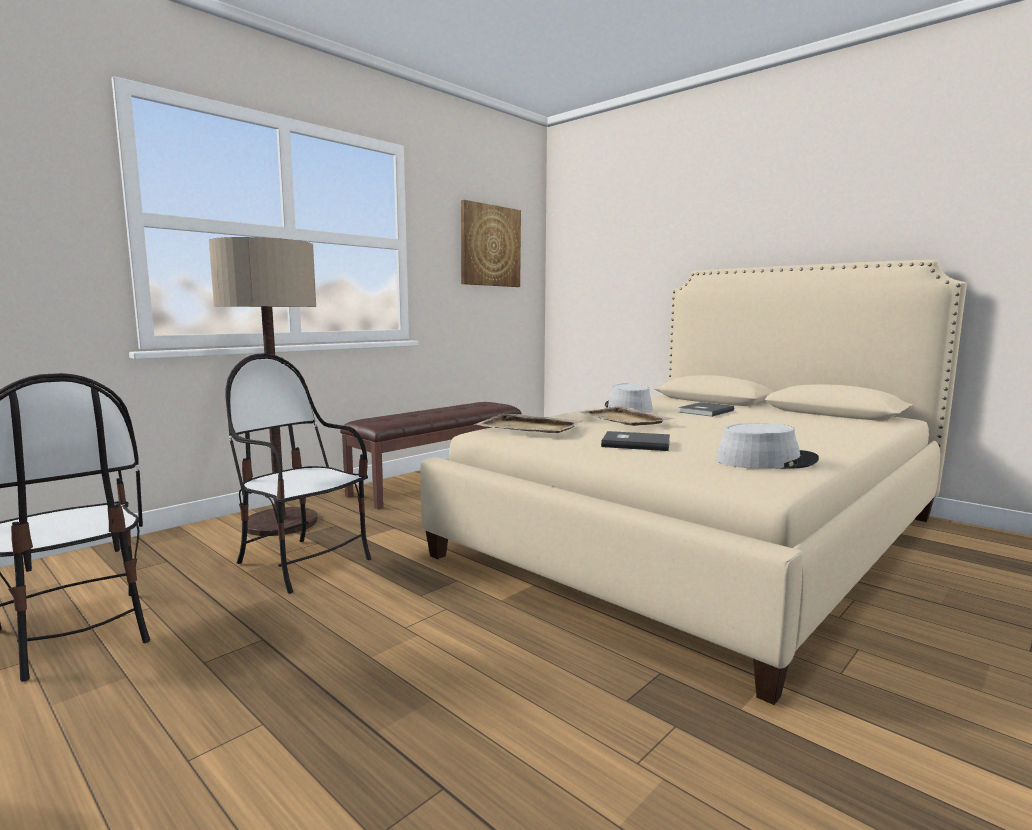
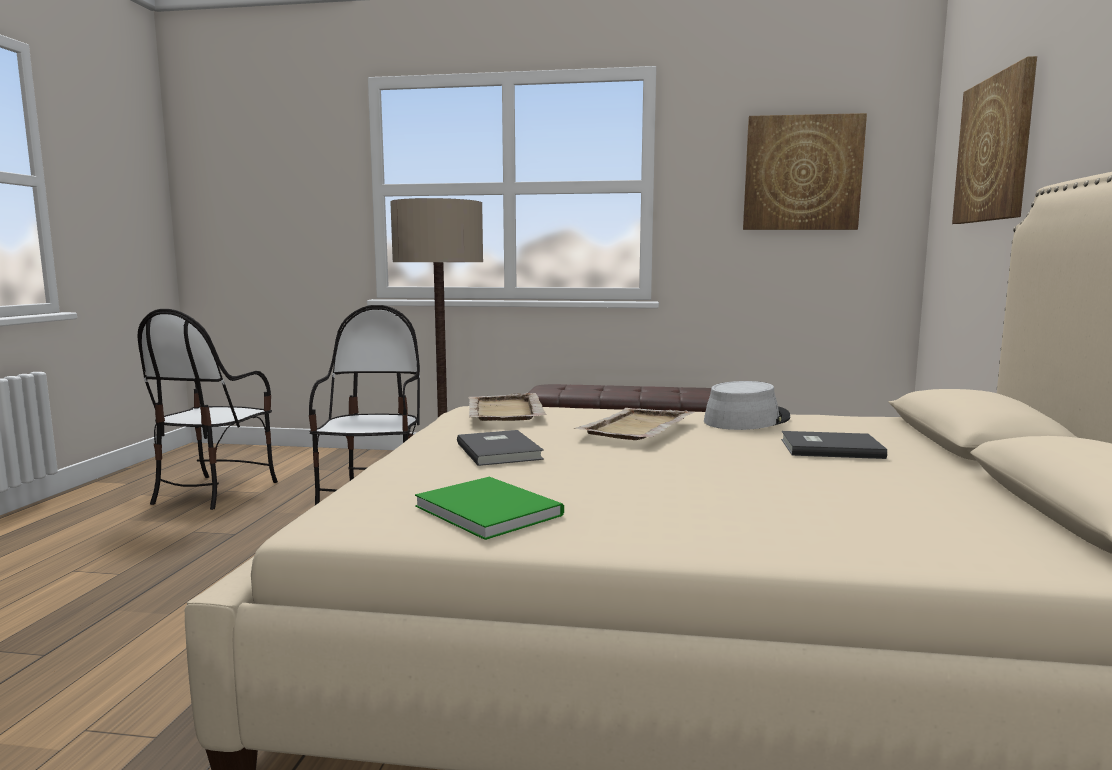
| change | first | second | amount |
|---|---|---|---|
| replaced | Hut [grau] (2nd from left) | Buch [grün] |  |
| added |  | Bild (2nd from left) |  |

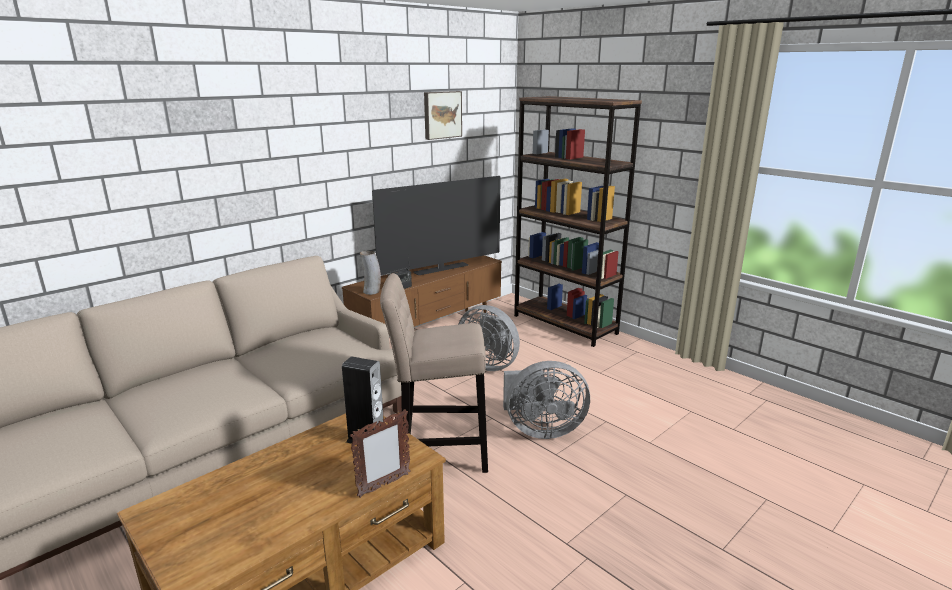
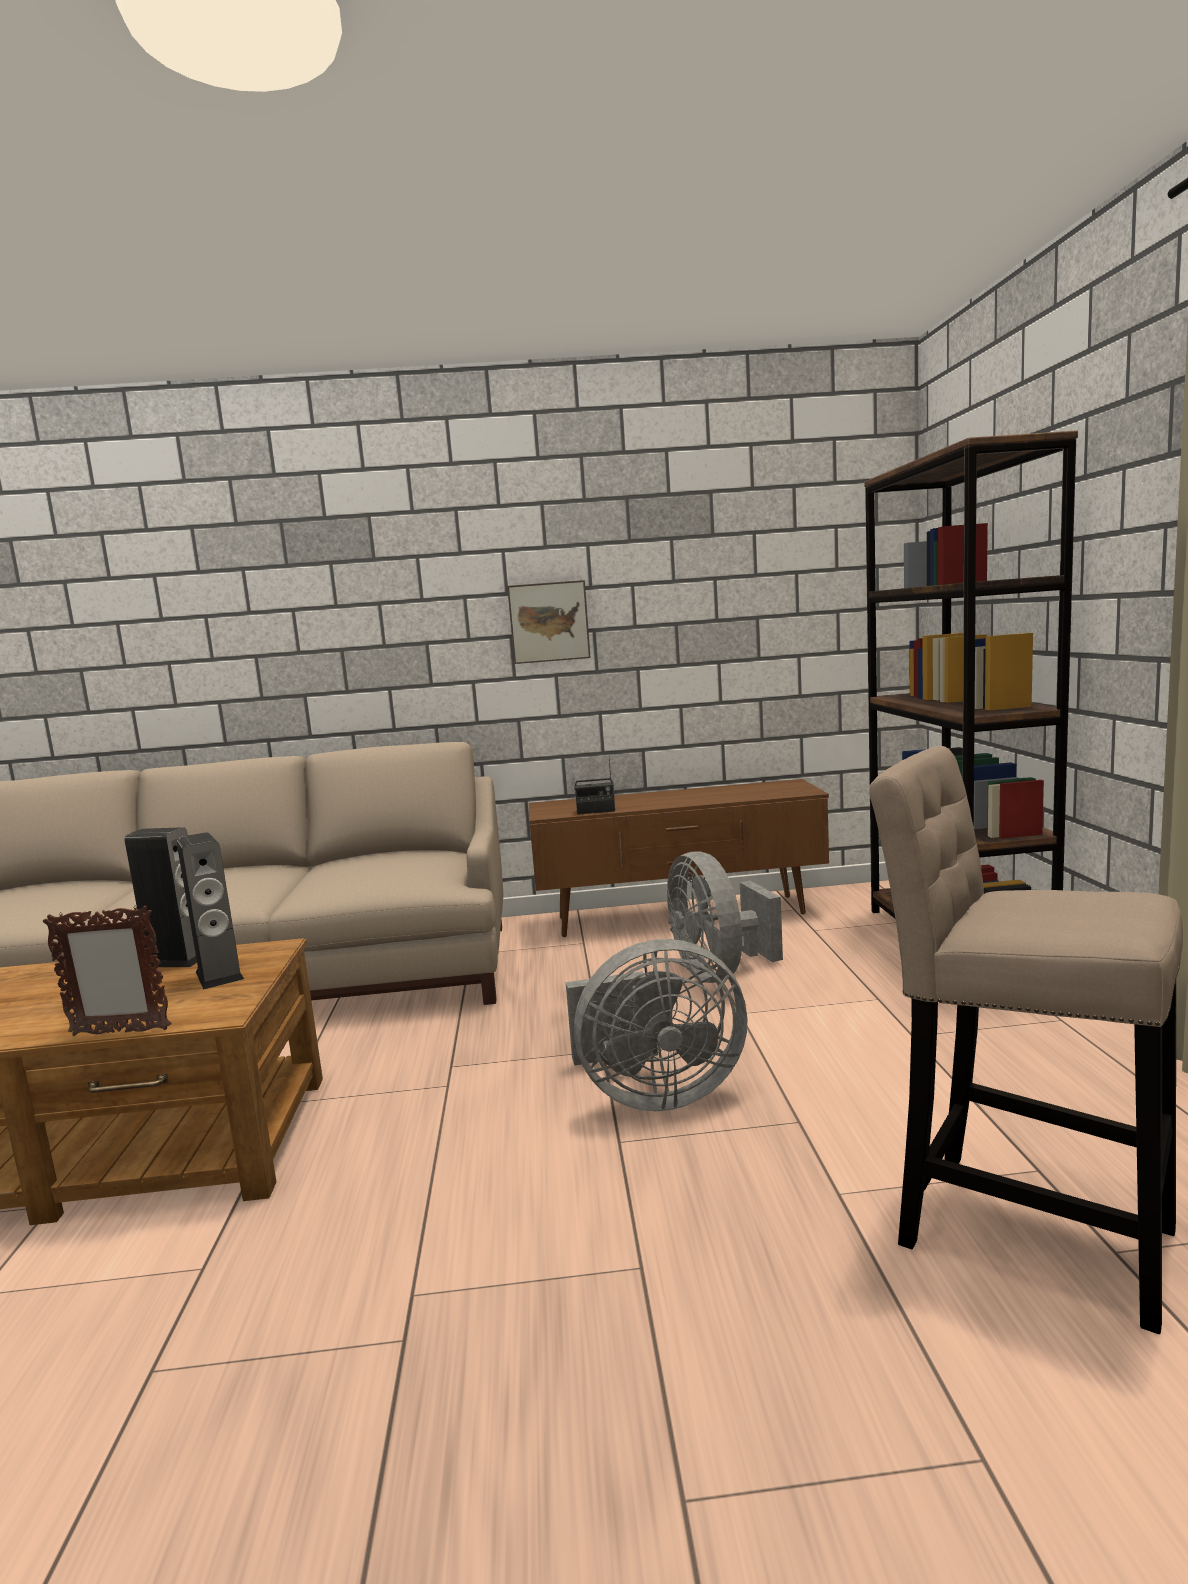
| change | first | second | amount |
|---|---|---|---|
| added |  | Lautsprecher (1st from left) |  |
| moved | Bild |  |  |
| turned | Ventilator [grau] (2nd from left in the first image) | Ventilator [grau] (1st from left) | 45 degrees counterclockwise |
| moved | Hocker [beige] |  |  |
| removed | Vase |  |  |
| removed | Fernseher |  |  |

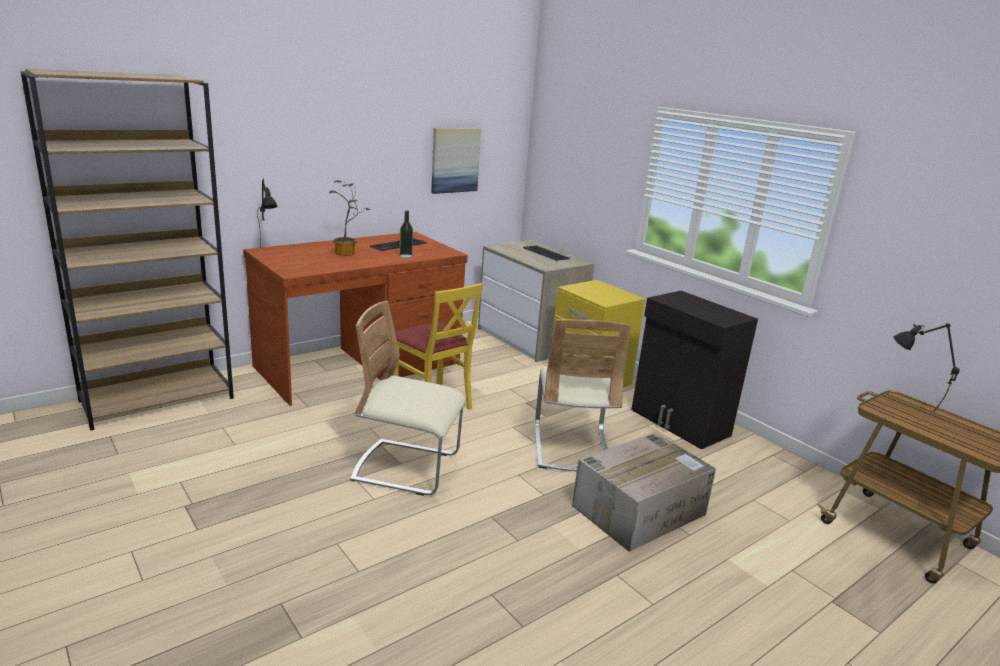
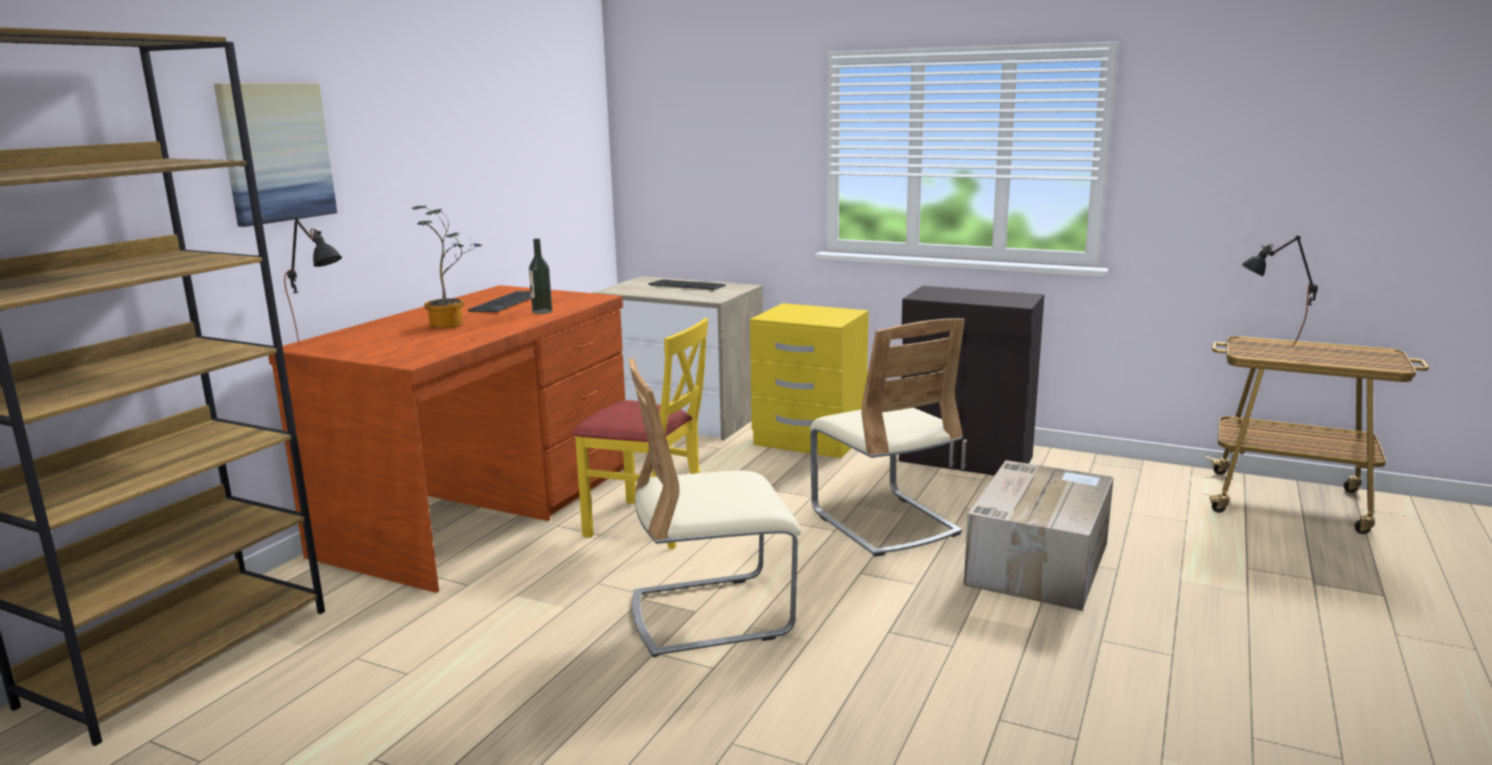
| change | first | second | amount |
|---|---|---|---|
| moved | Bild |  |  |

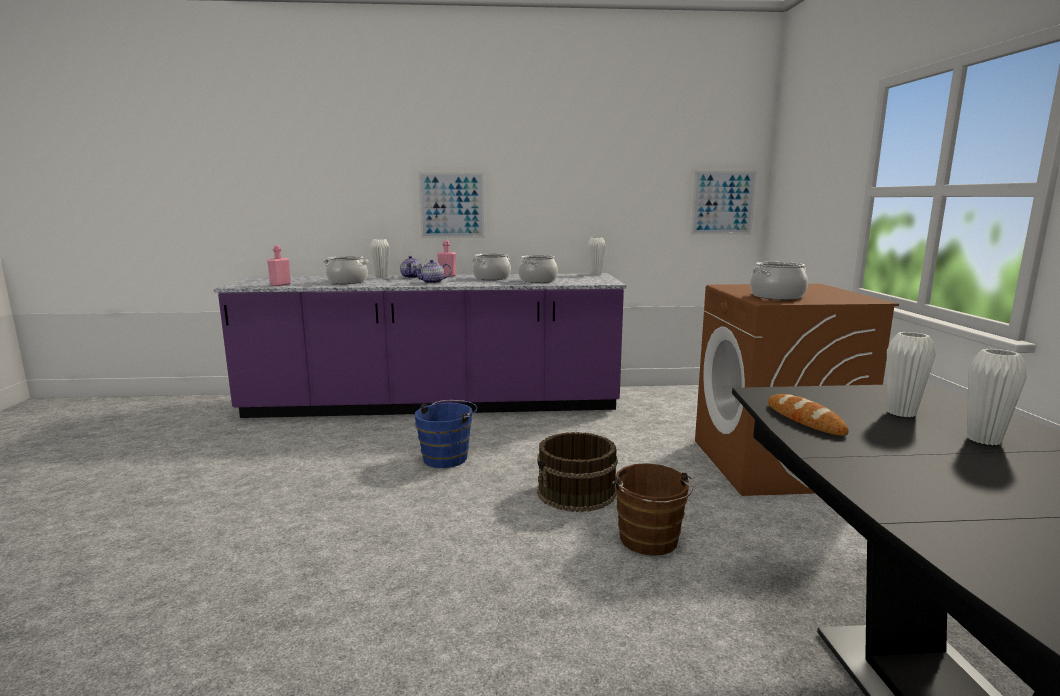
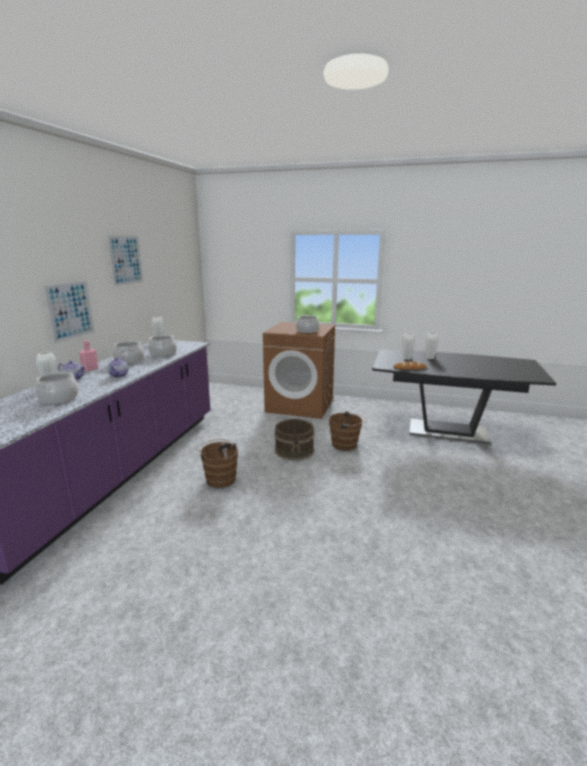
| change | first | second | amount |
|---|---|---|---|
| moved | Bild (2nd from left) |  |  |
| recoloured | Eimer [blau] | Eimer [braun] (1st from left) |  |
| removed | Flasche [rosa] (1st from left) |  |  |

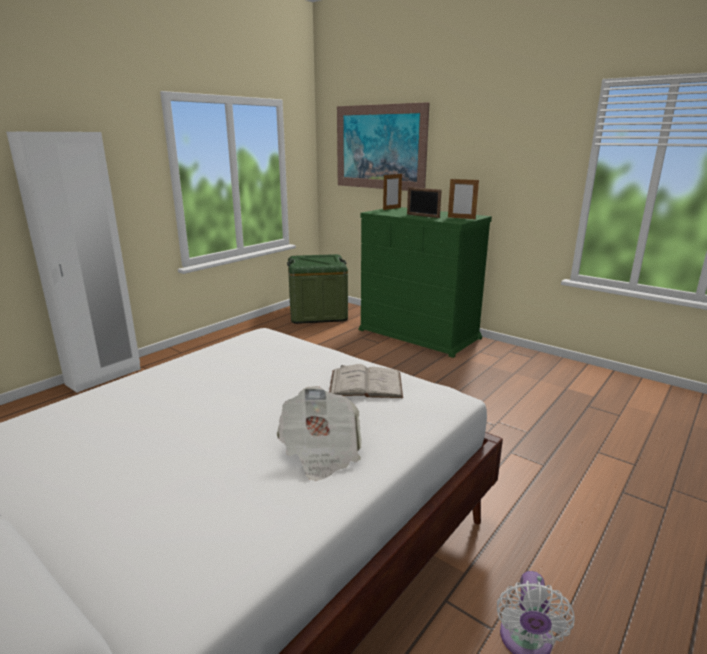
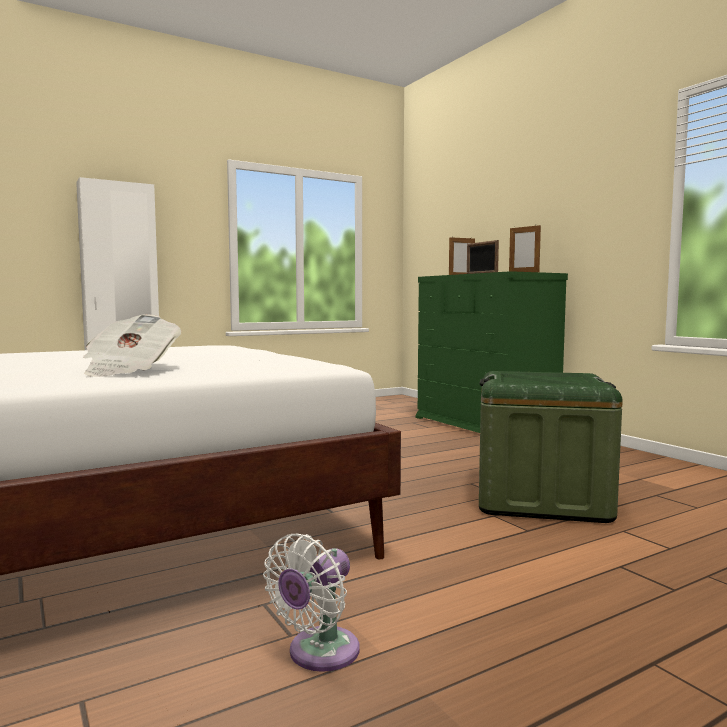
| change | first | second | amount |
|---|---|---|---|
| moved | Aufbewahrungsbox [grün] |  |  |
| removed | Buch [weiß] |  |  |
| removed | Bild |  |  |

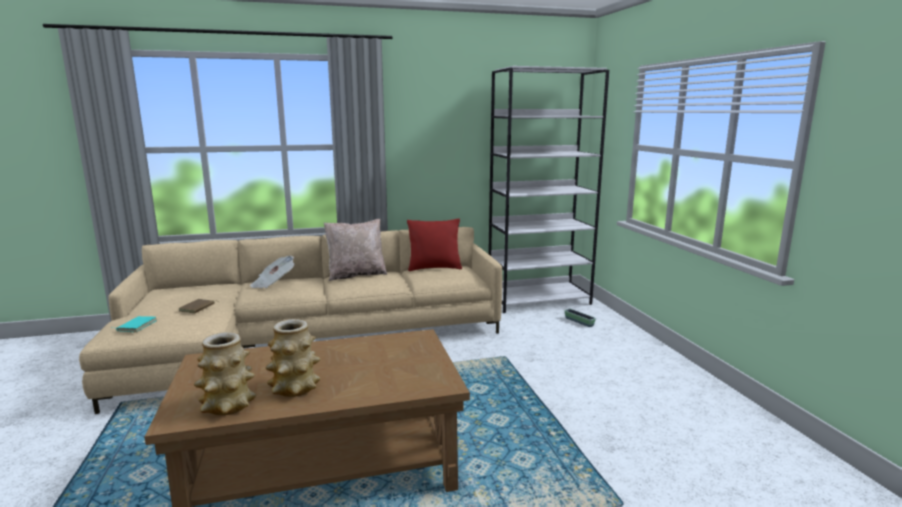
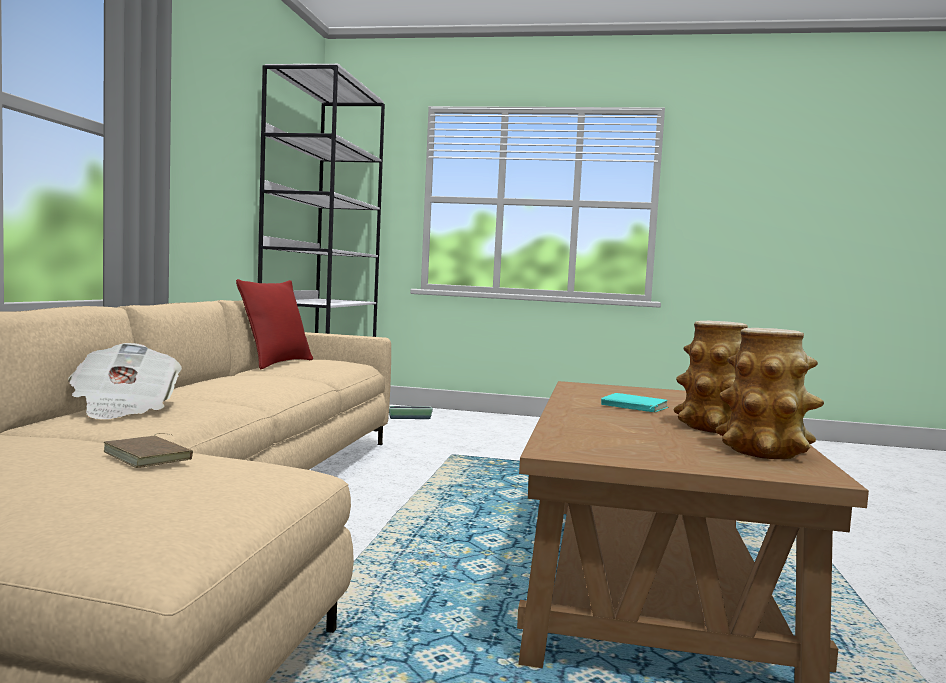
| change | first | second | amount |
|---|---|---|---|
| moved | Buch [türkis] |  |  |
| removed | Kissen [beige] |  |  |

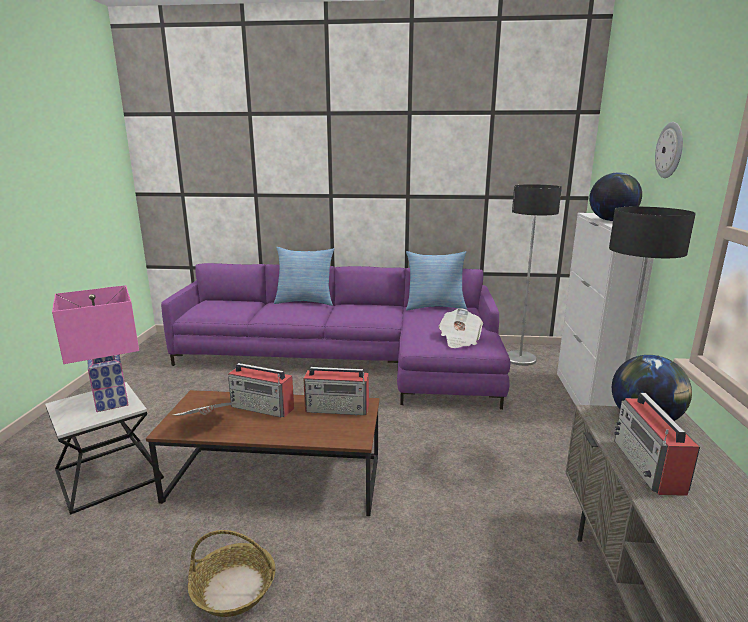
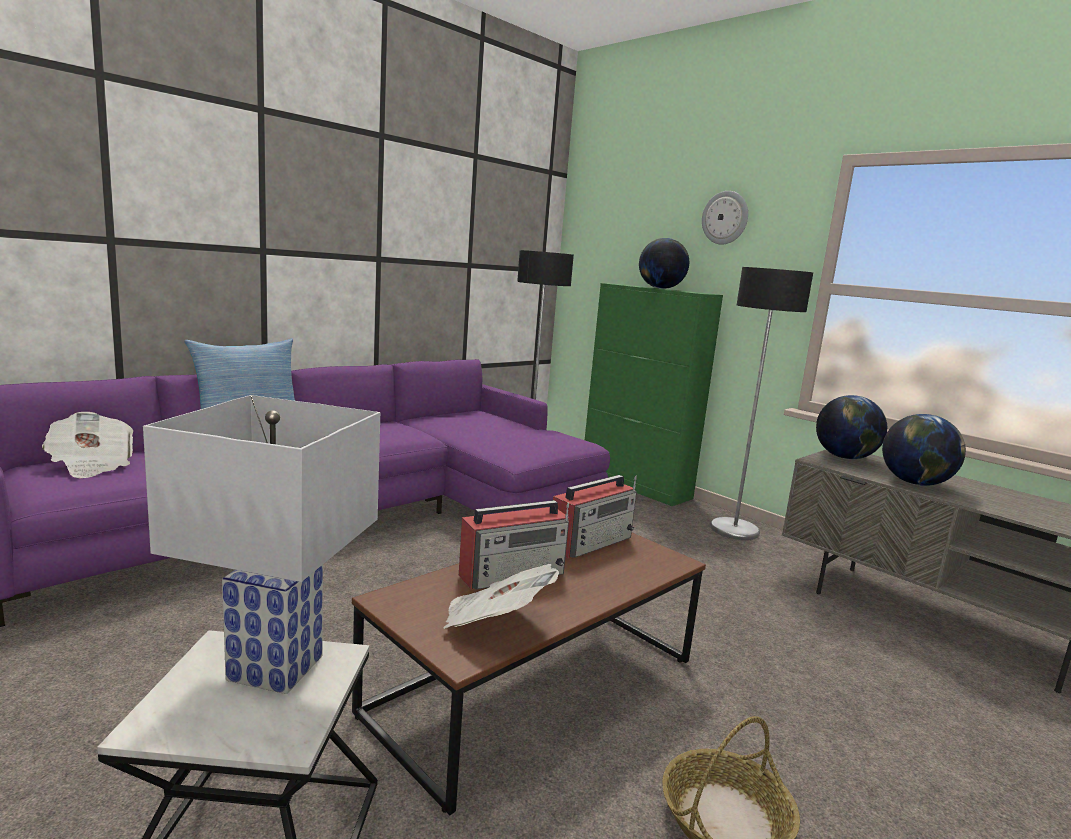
| change | first | second | amount |
|---|---|---|---|
| moved | Zeitung (2nd from left in the first image) | Zeitung (1st from left) |  |
| recoloured | Tischlampe [rosa] | Tischlampe [weiß] |  |
| recoloured | Schrank [weiß] | Schrank [grün] |  |
| replaced | Radio (3rd from left) | Globus (3rd from left) |  |
| removed | Kissen (2nd from left) |  |  |

